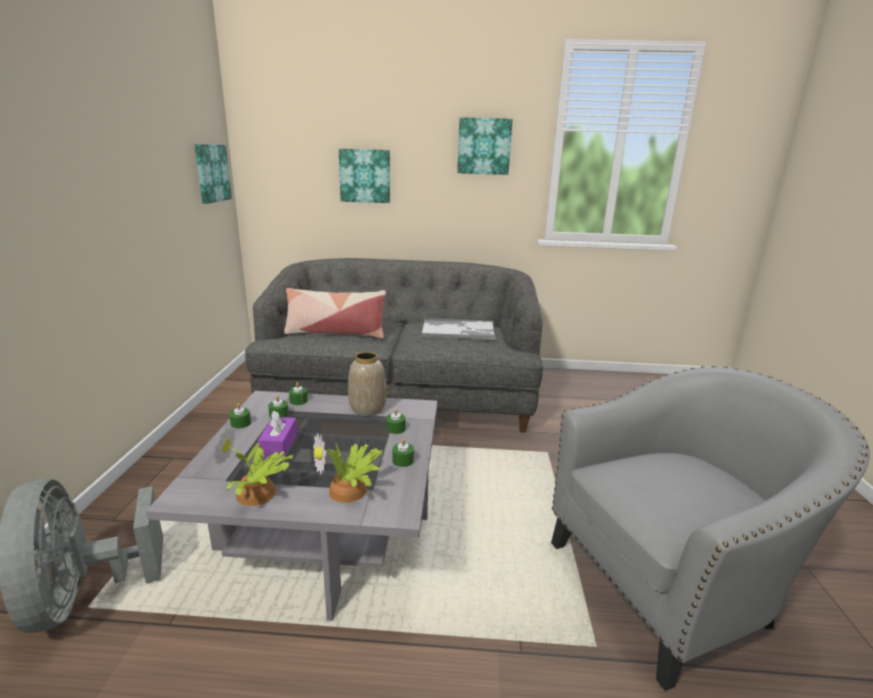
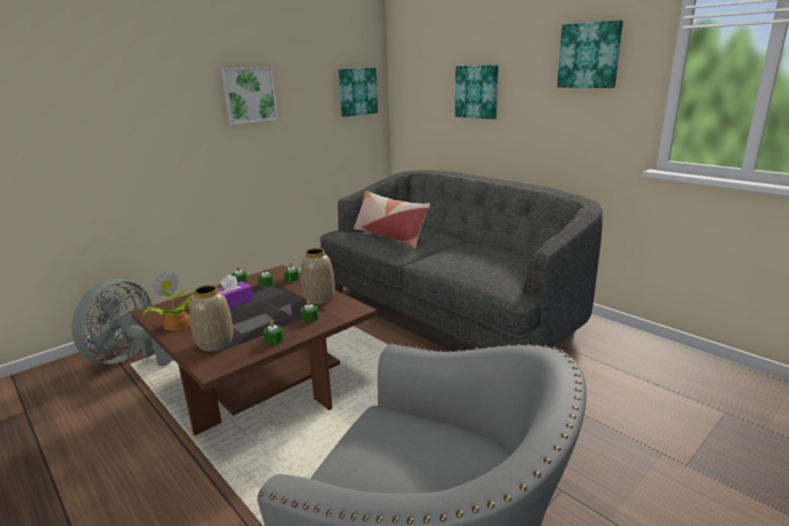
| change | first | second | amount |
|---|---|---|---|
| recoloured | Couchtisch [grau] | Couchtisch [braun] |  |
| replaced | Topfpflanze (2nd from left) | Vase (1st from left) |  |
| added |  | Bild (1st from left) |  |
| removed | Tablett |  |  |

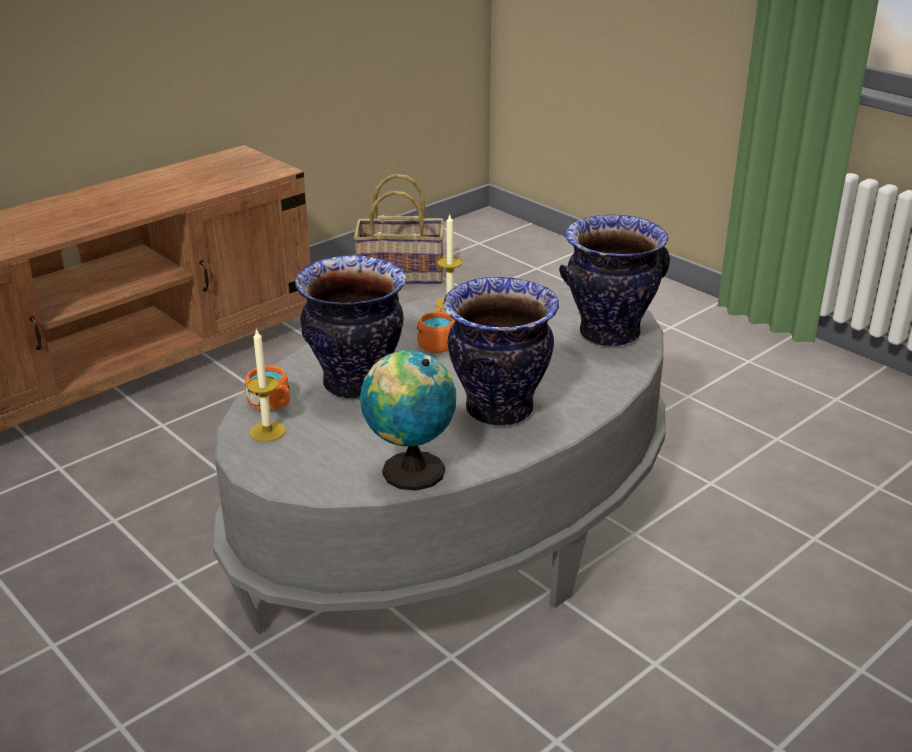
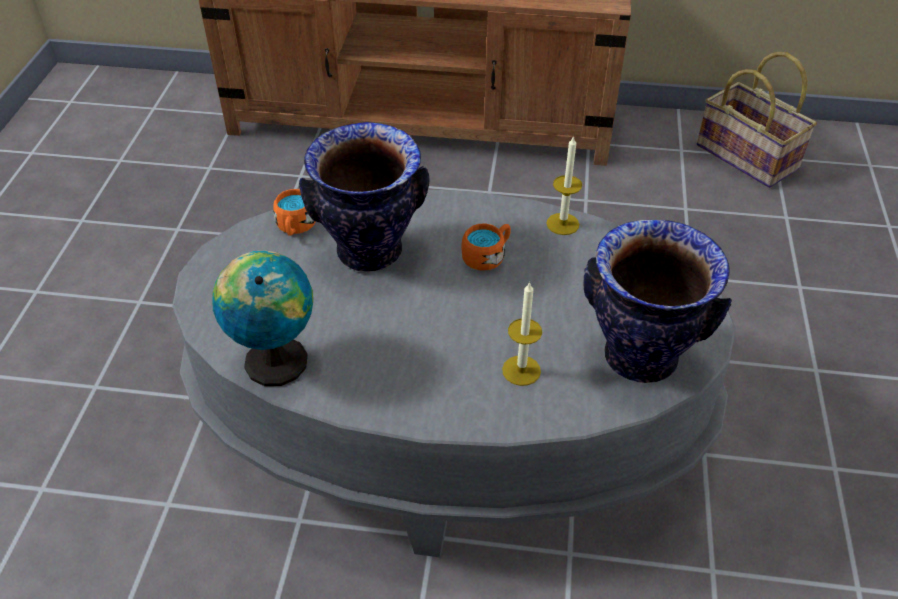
| change | first | second | amount |
|---|---|---|---|
| moved | Kerze (1st from left) |  |  |
| removed | Vase (2nd from left) |  |  |

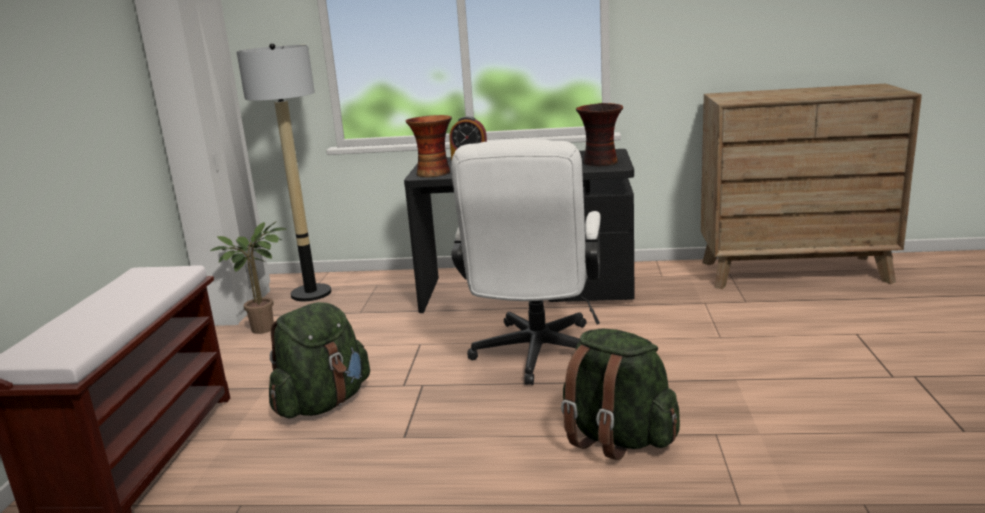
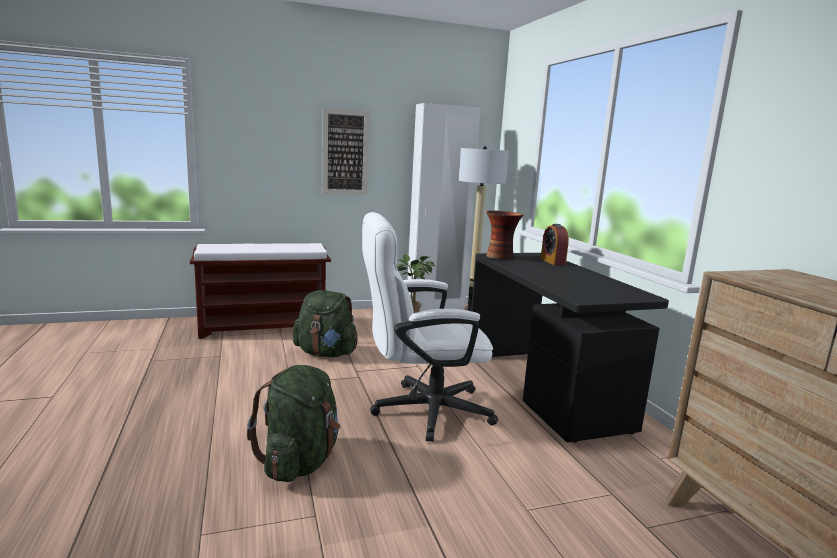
| change | first | second | amount |
|---|---|---|---|
| added |  | Bild |  |
| removed | Vase (2nd from left) |  |  |

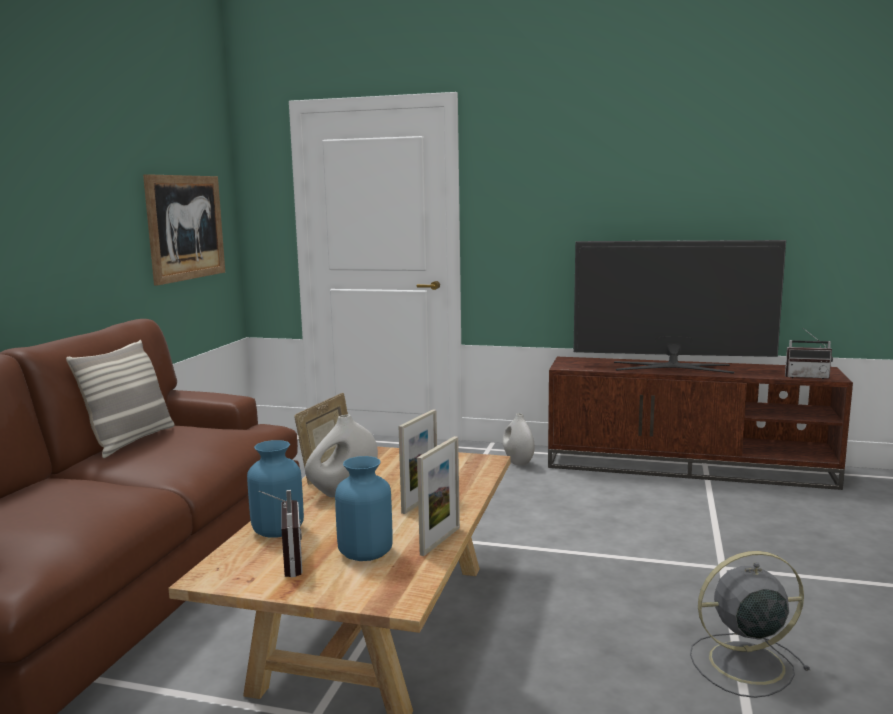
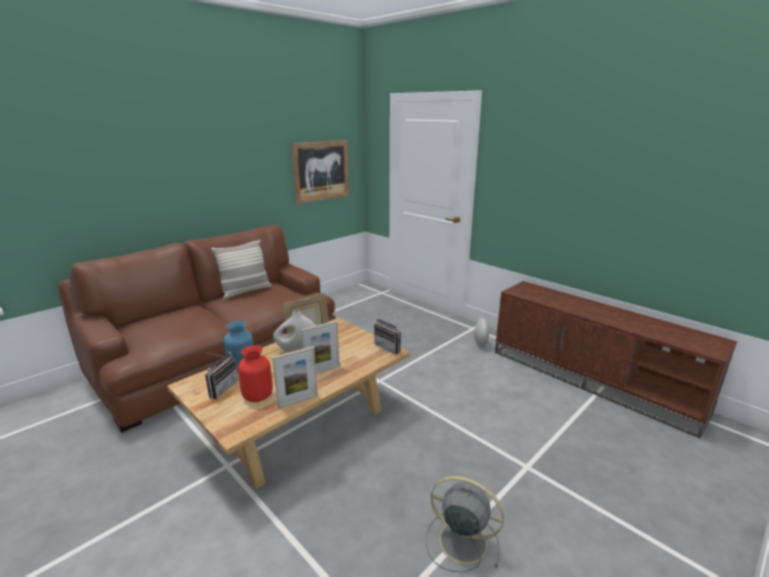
| change | first | second | amount |
|---|---|---|---|
| recoloured | Vase [blau] (2nd from left) | Vase [rot] |  |
| moved | Radio (2nd from left) |  |  |
| removed | Fernseher |  |  |

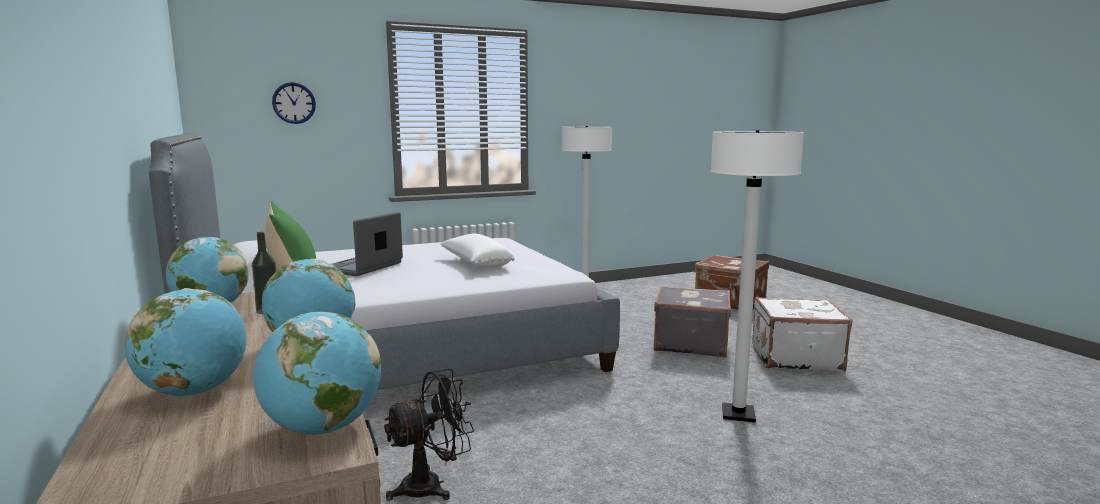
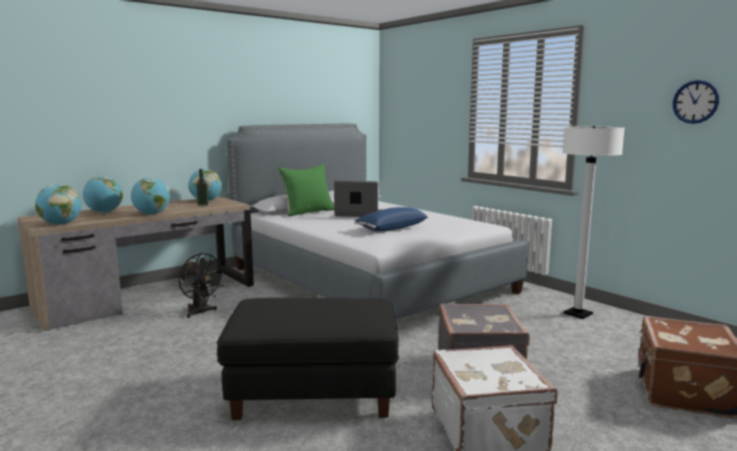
| change | first | second | amount |
|---|---|---|---|
| replaced | Stehlampe [weiß] (2nd from left) | Polsterhocker [schwarz] |  |
| recoloured | Kissen [weiß] | Kissen [blau] |  |
| moved | Wanduhr |  |  |

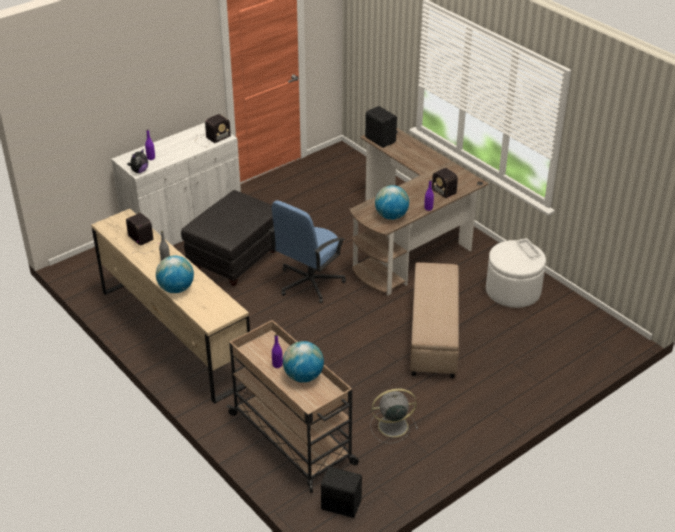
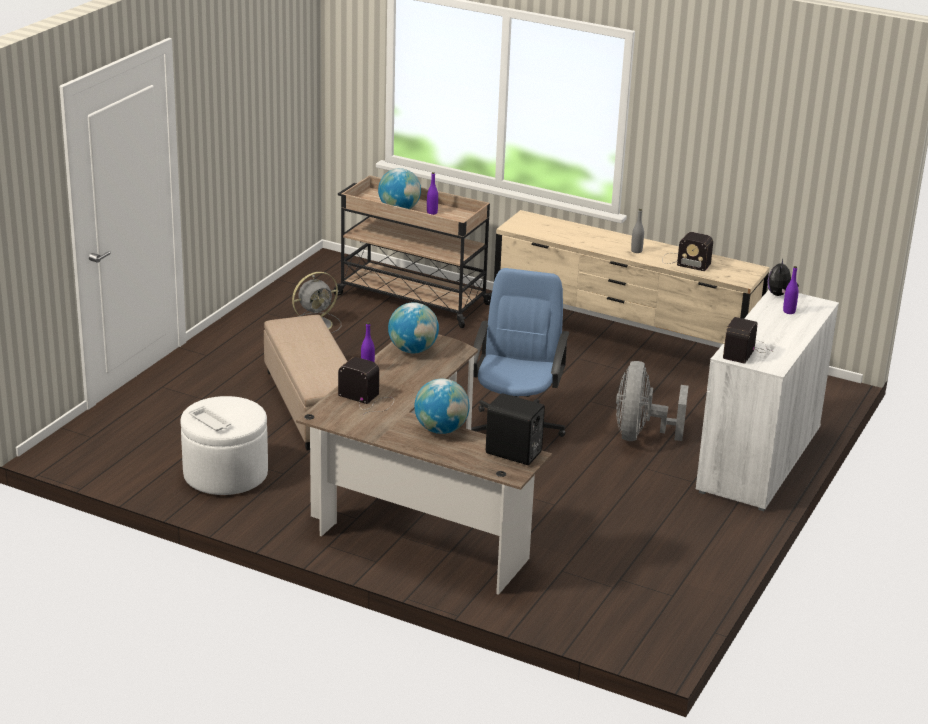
| change | first | second | amount |
|---|---|---|---|
| moved | Globus (1st from left in the first image) | Globus (3rd from left) |  |
| replaced | Polsterhocker [schwarz] | Ventilator [grau] (2nd from left) |  |
| removed | Lautsprecher [schwarz] (1st from left) |  |  |

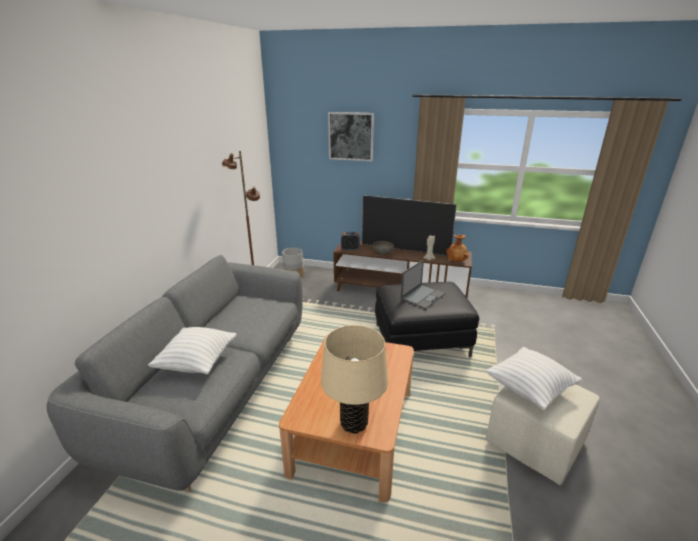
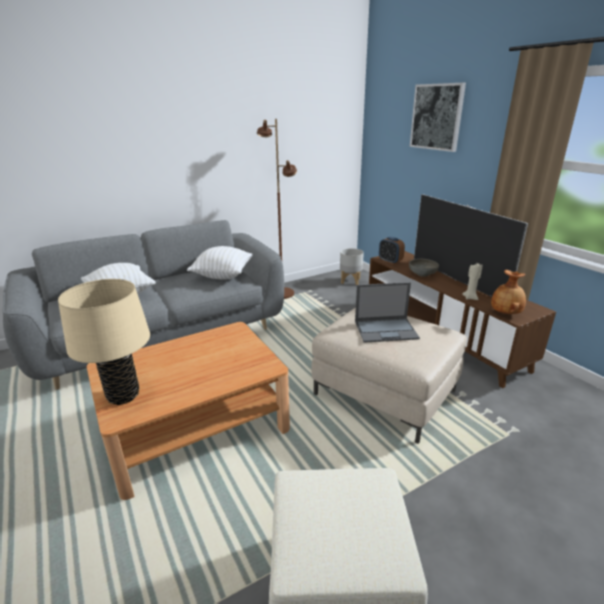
| change | first | second | amount |
|---|---|---|---|
| moved | Kissen [weiß] (2nd from left) |  |  |
| recoloured | Polsterhocker [schwarz] | Polsterhocker [beige] (2nd from left) |  |

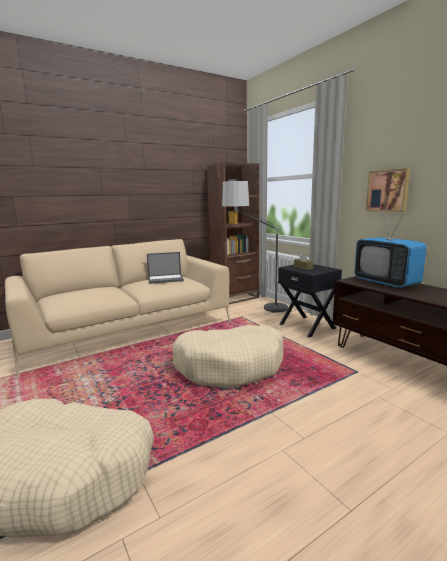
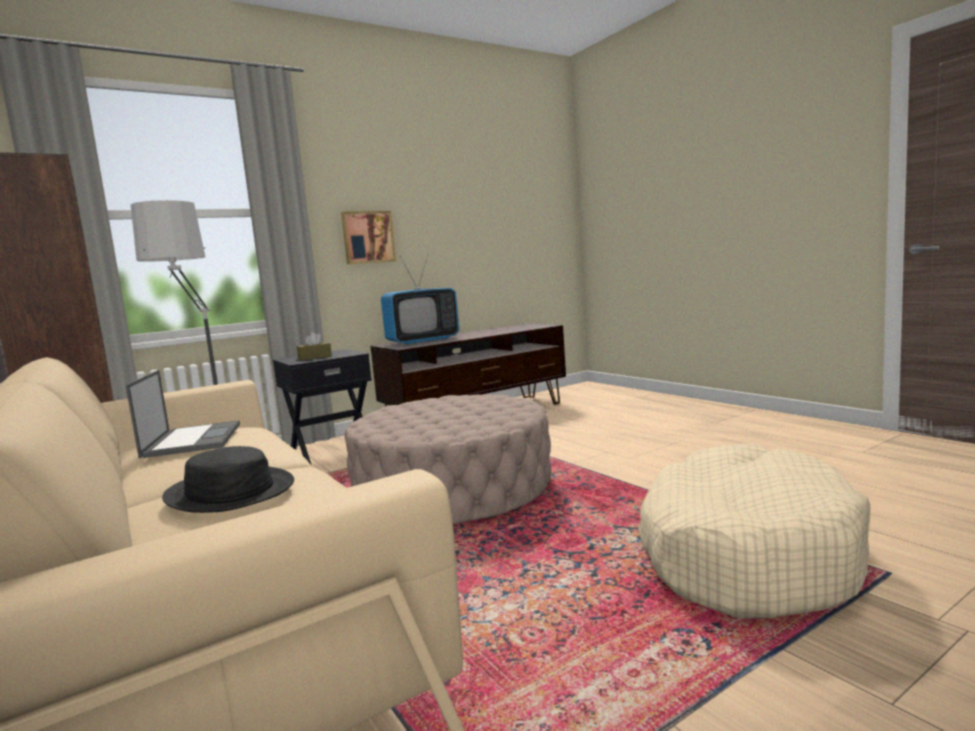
| change | first | second | amount |
|---|---|---|---|
| added |  | Hut [schwarz] |  |
| replaced | Hundebett [beige] (2nd from left) | Polsterhocker [beige] |  |

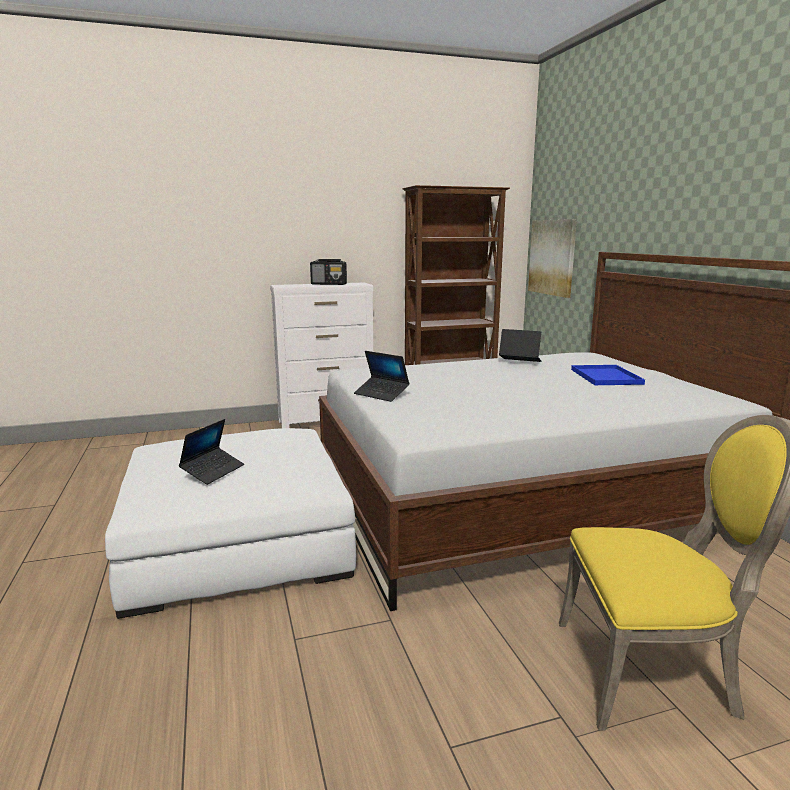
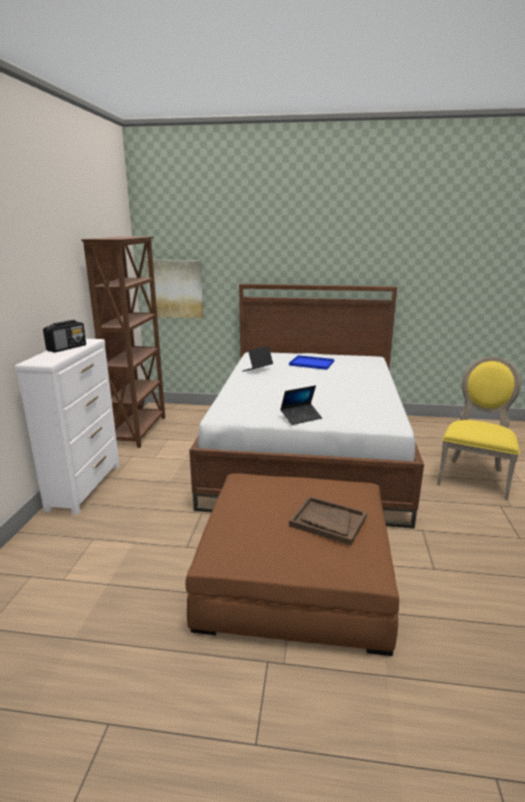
| change | first | second | amount |
|---|---|---|---|
| recoloured | Polsterhocker [weiß] | Polsterhocker [braun] |  |
| replaced | Laptop (1st from left) | Tablett [braun] |  |

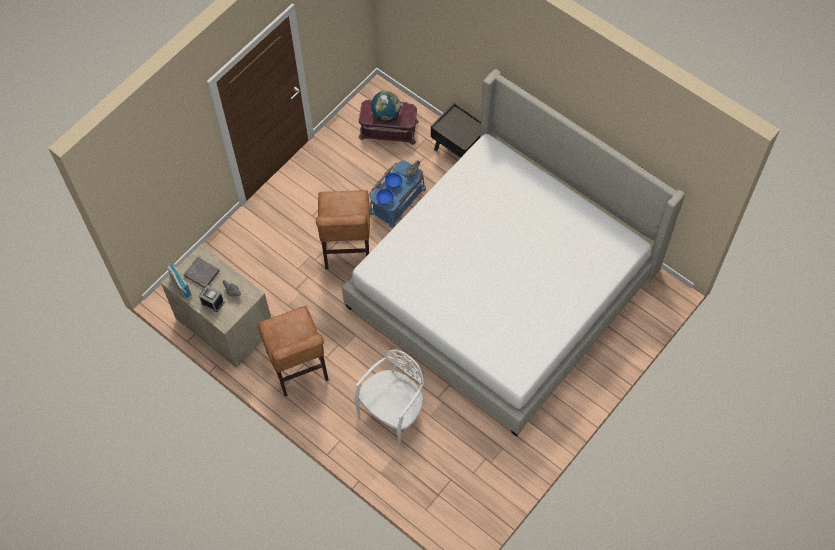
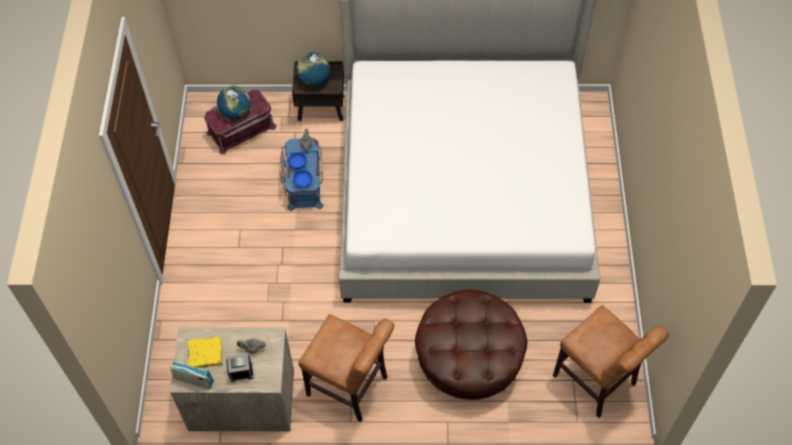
| change | first | second | amount |
|---|---|---|---|
| recoloured | Buch [grau] | Buch [gelb] |  |
| added |  | Globus (2nd from left) |  |
| replaced | Stuhl [weiß] | Polsterhocker [braun] |  |
| moved | Stuhl [braun] (2nd from left) |  |  |

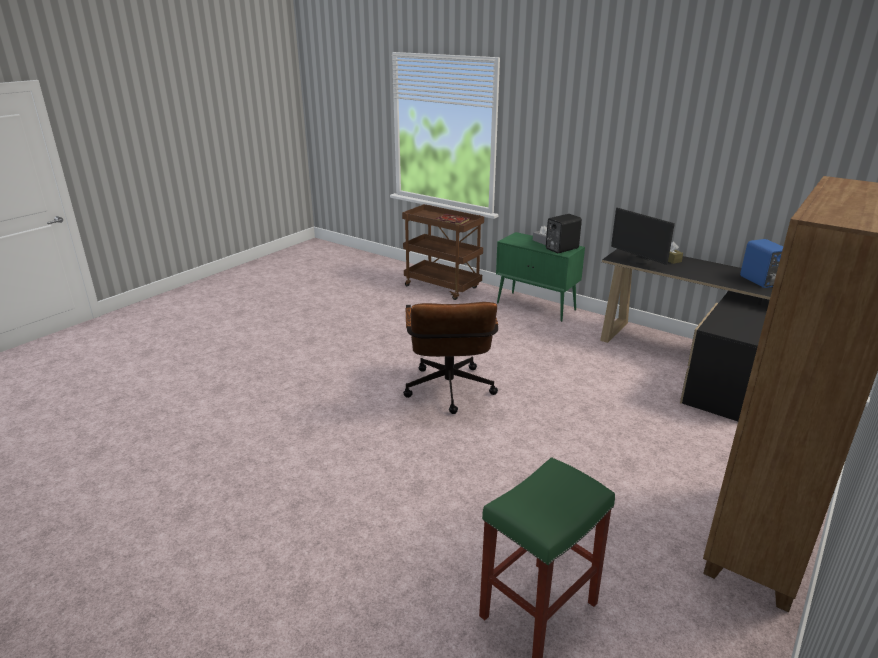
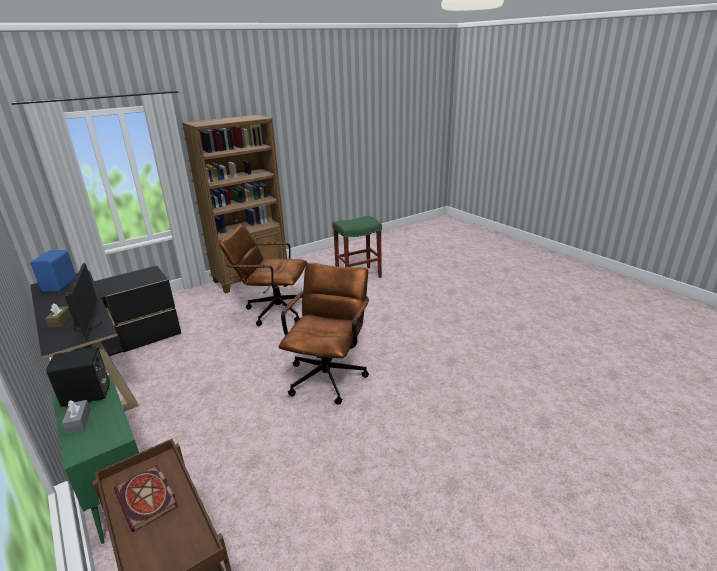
| change | first | second | amount |
|---|---|---|---|
| added |  | Bürostuhl [braun] (1st from left) |  |

